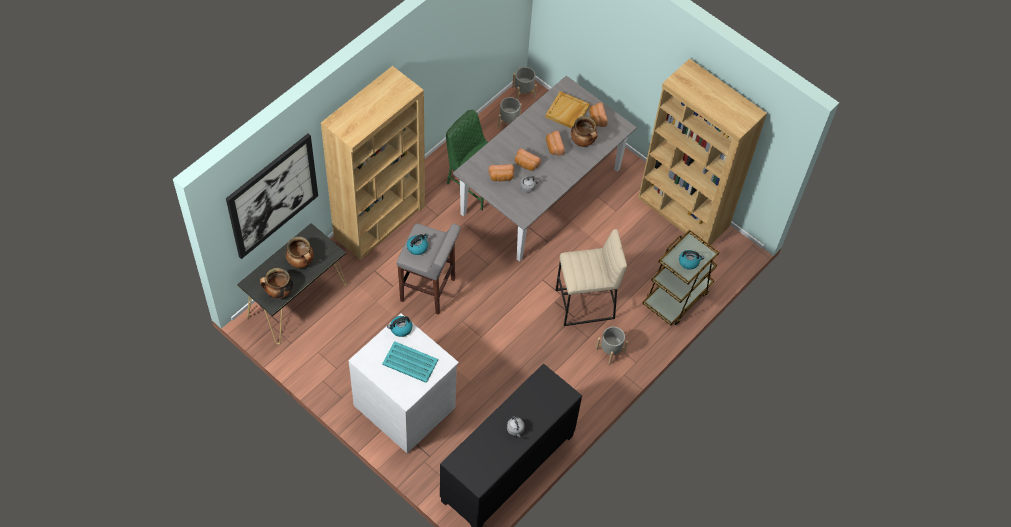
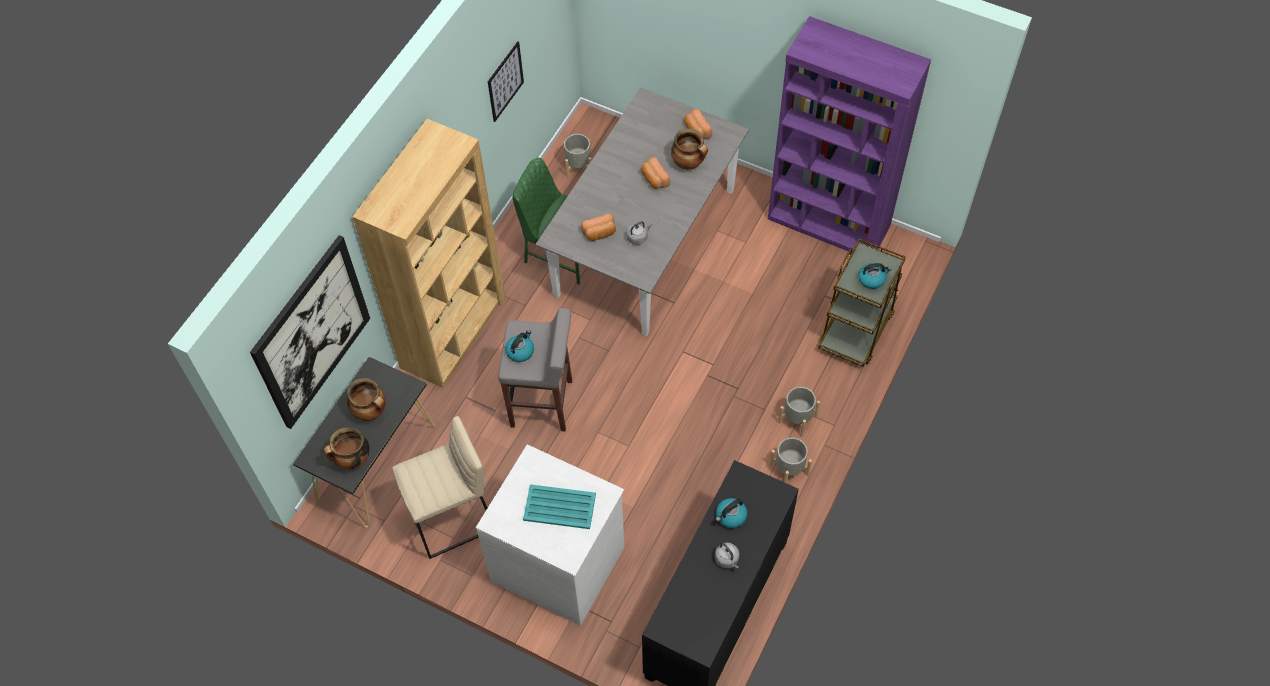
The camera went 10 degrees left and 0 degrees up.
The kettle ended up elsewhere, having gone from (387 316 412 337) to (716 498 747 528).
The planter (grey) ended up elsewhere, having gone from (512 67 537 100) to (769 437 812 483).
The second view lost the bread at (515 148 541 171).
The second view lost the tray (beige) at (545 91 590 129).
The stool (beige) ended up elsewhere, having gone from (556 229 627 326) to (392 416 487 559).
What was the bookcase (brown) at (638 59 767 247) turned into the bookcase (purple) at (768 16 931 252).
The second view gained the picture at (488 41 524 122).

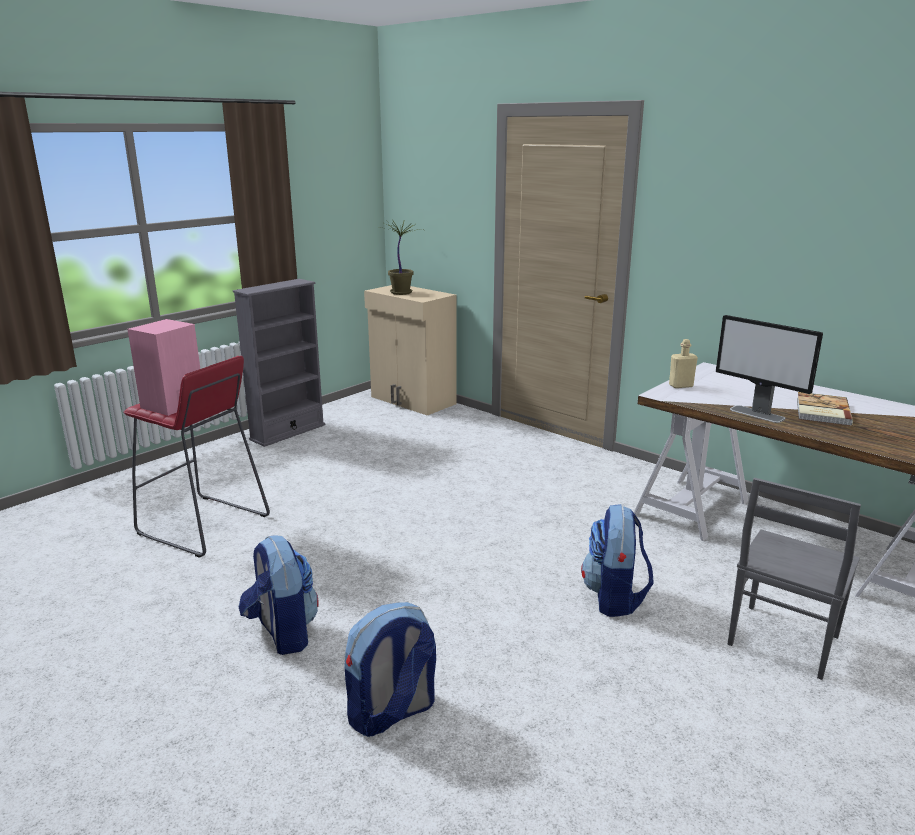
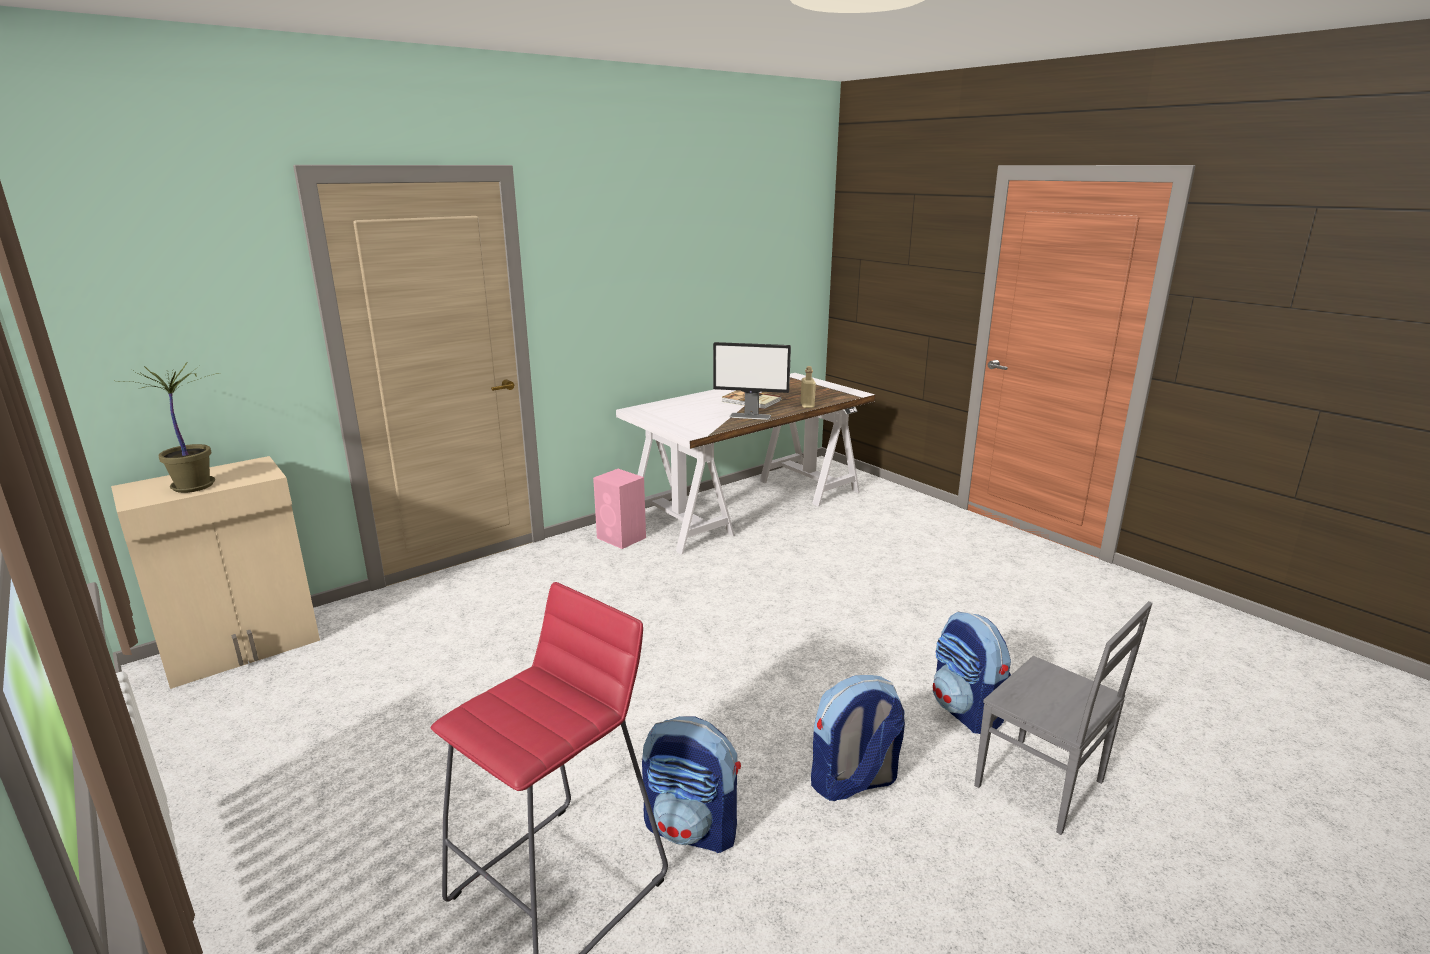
The camera went 80 degrees left and 0 degrees up.
The speaker (pink) ended up elsewhere, having gone from (127 319 200 416) to (593 469 646 549).
The second view lost the bookcase (grey) at (233 279 325 447).
The backpack ended up elsewhere, having gone from (581 504 654 617) to (642 716 741 853).
The bottle (beige) ended up elsewhere, having gone from (669 339 698 388) to (801 366 816 408).
The monitor at (716 315 823 423) ended up facing another way, 45 degrees clockwise from before.
The chair (grey) ended up elsewhere, having gone from (728 478 861 680) to (974 601 1153 835).

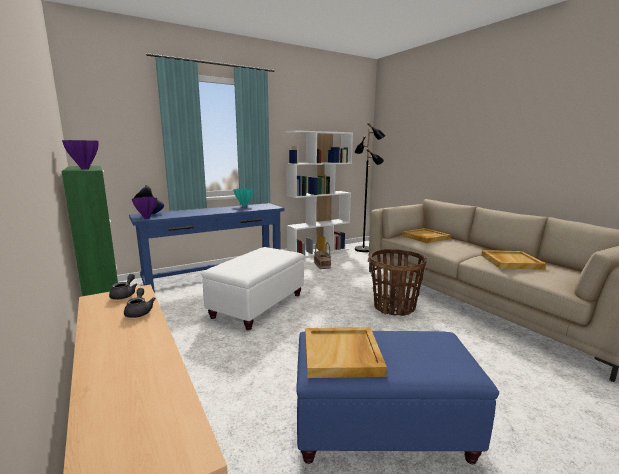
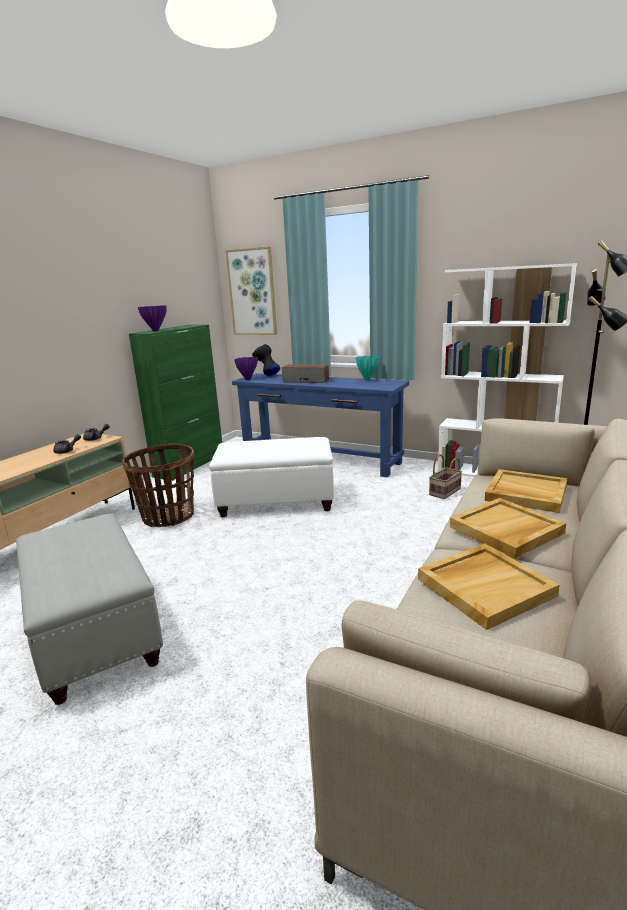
The camera went 60 degrees right and 5 degrees up.
What was the ottoman (blue) at (296 331 499 464) turned into the ottoman (grey) at (16 514 163 705).
The tray (beige) ended up elsewhere, having gone from (305 327 387 378) to (450 498 566 558).
The basket ended up elsewhere, having gone from (369 249 427 316) to (122 444 194 527).
The second view gained the picture at (226 246 277 335).
The second view gained the speaker at (282 364 329 383).

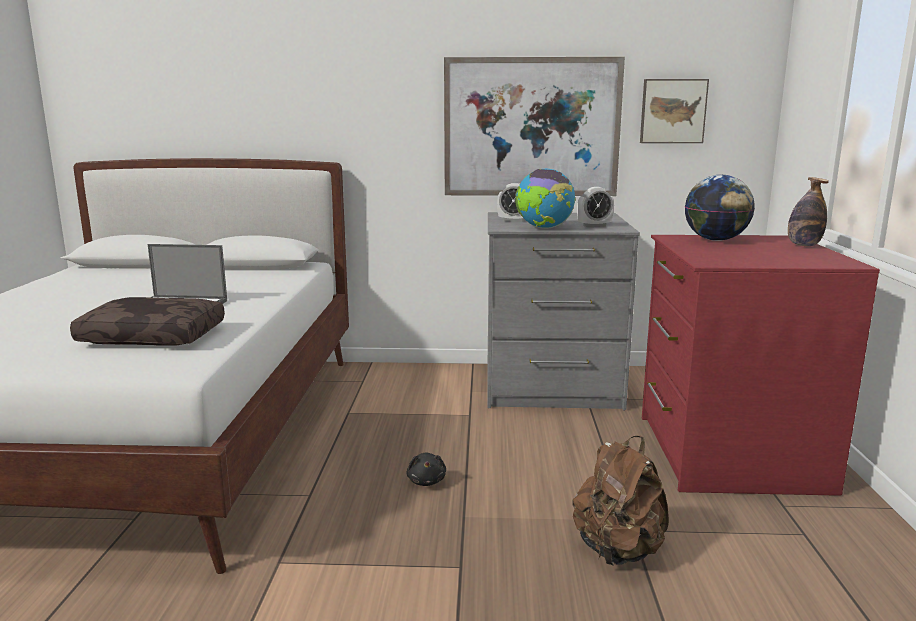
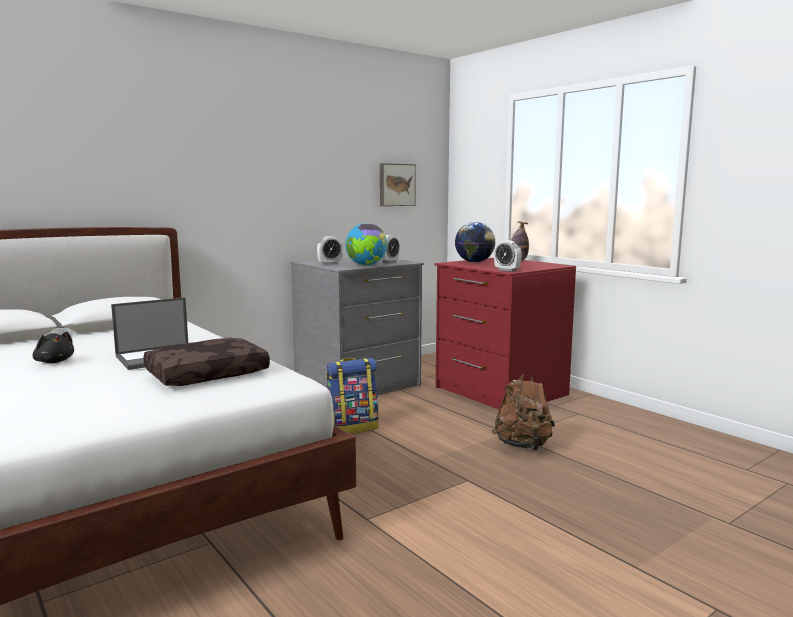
The camera went 40 degrees left and 5 degrees down.
The plush toy (black) ended up elsewhere, having gone from (406 453 446 486) to (32 332 74 363).
The second view lost the picture at (444 57 625 196).
The second view gained the backpack at (326 358 379 434).
The second view gained the alarm clock at (494 240 522 272).

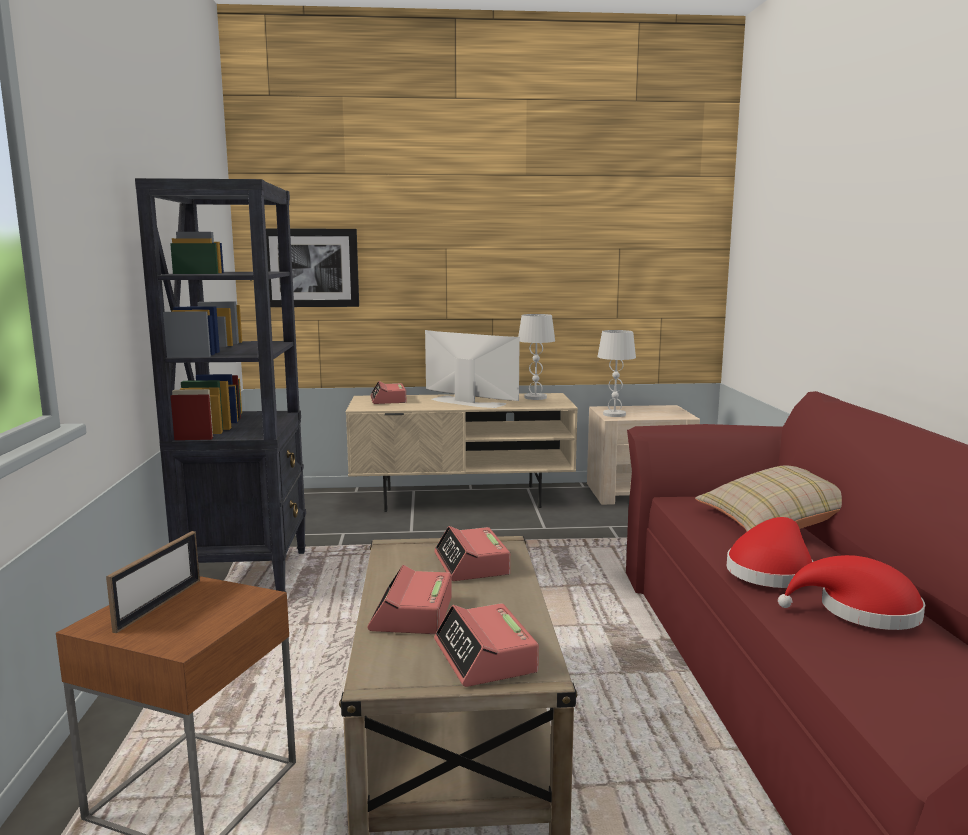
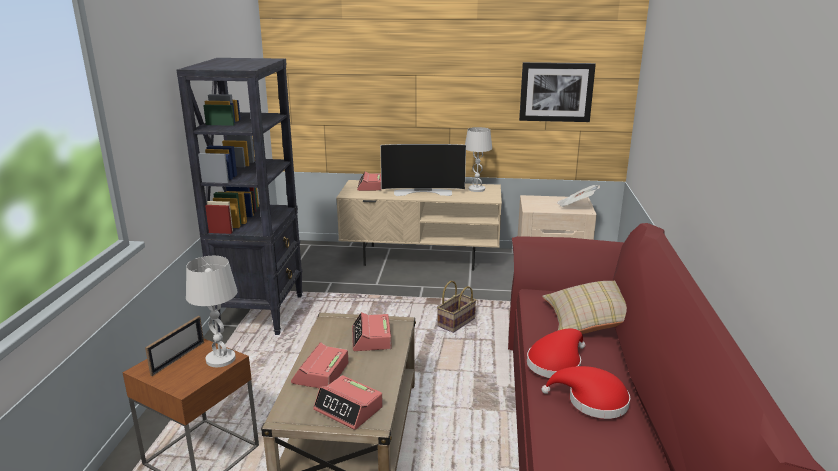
The camera went 10 degrees right and 10 degrees up.
The picture ended up elsewhere, having gone from (266 228 359 307) to (519 62 596 122).
The television at (425 330 520 408) ended up facing another way, 135 degrees clockwise from before.
The alarm clock at (434 603 539 687) ended up facing another way, 45 degrees counterclockwise from before.
The table lamp (white) ended up elsewhere, having gone from (598 330 636 417) to (186 256 237 367).
The second view gained the basket at (437 281 476 333).
The second view gained the newspaper at (557 185 600 207).

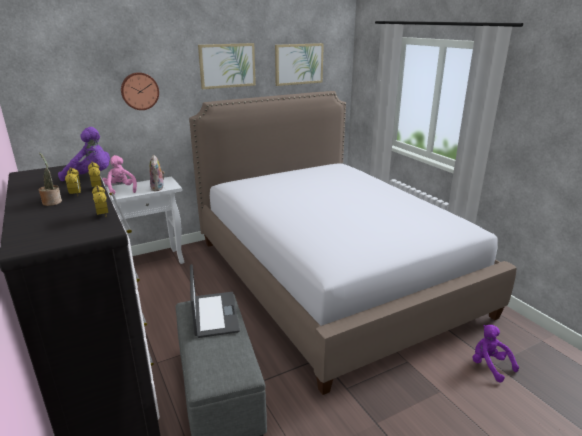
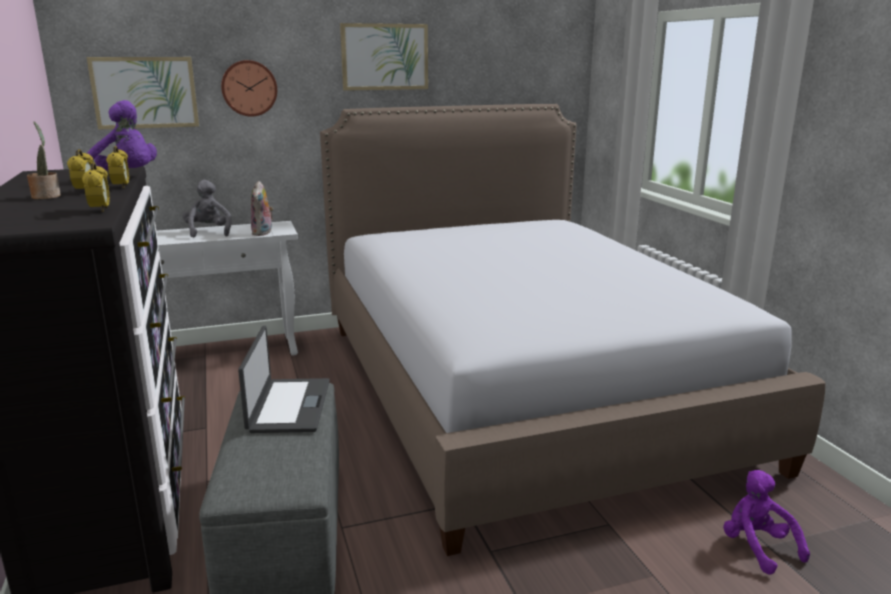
The camera went 10 degrees right and 5 degrees down.
What was the plush toy (pink) at (102 155 137 195) turned into the plush toy (grey) at (182 180 232 238).
The picture ended up elsewhere, having gone from (275 43 324 86) to (86 57 199 130).

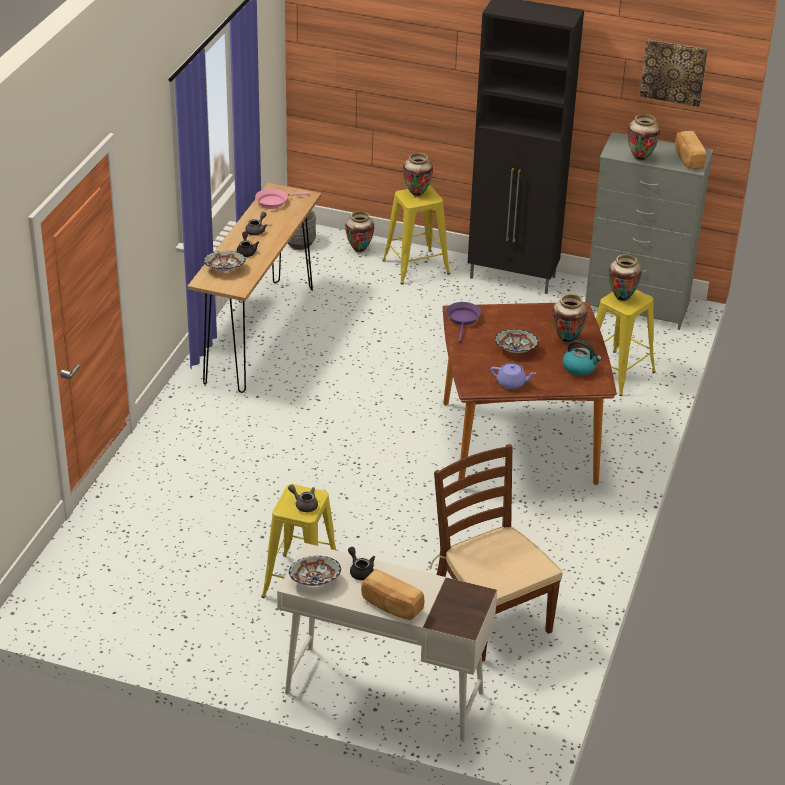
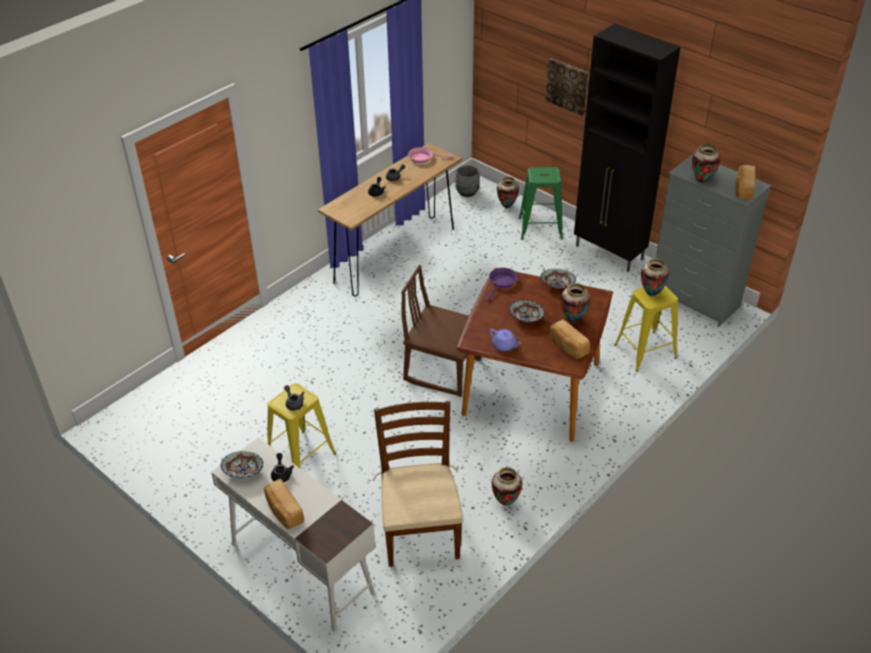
The camera went 25 degrees right and 5 degrees up.
The bowl ended up elsewhere, having gone from (203 251 246 272) to (541 269 576 288).
What was the stool (yellow) at (382 185 450 285) turned into the stool (green) at (519 167 563 240).
The vase ended up elsewhere, having gone from (403 153 433 197) to (492 467 522 506).
Where the kettle stood at (563 340 602 376), the bread came to stand at (549 319 590 359).
The picture ended up elsewhere, having gone from (640 39 708 107) to (545 58 589 115).
The second view gained the chair (brown) at (401 265 481 397).

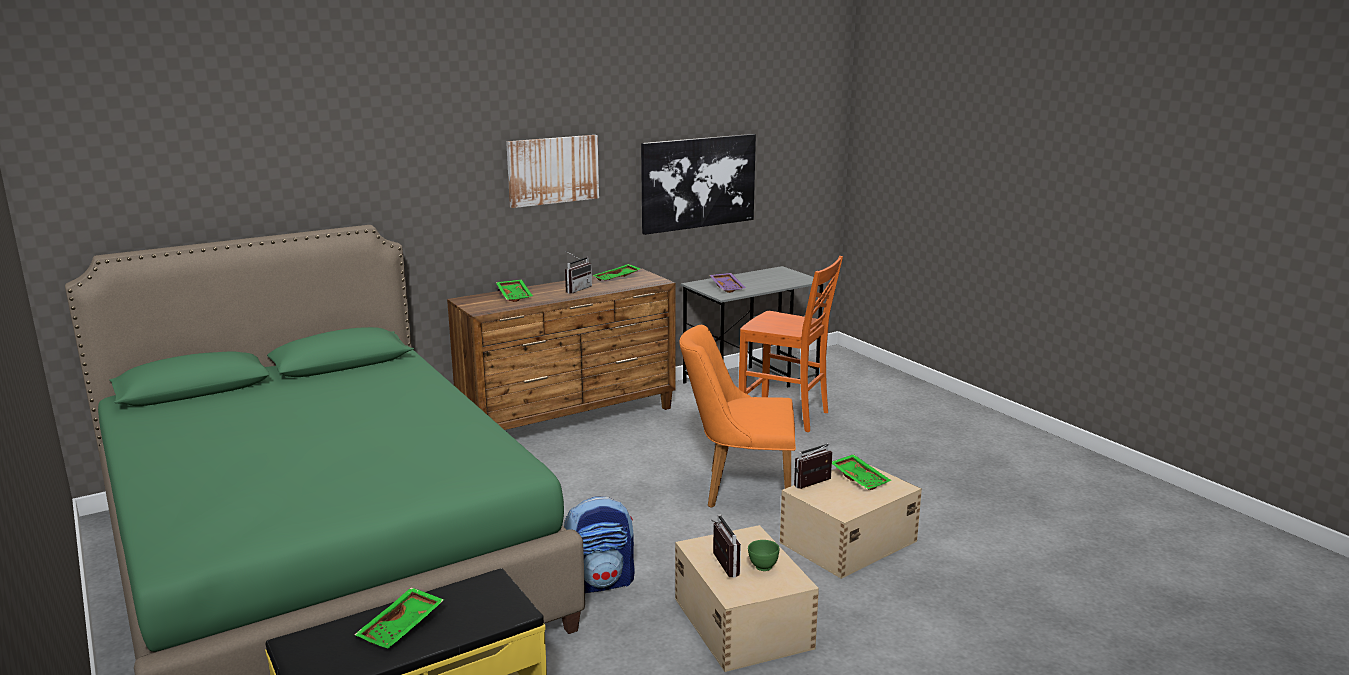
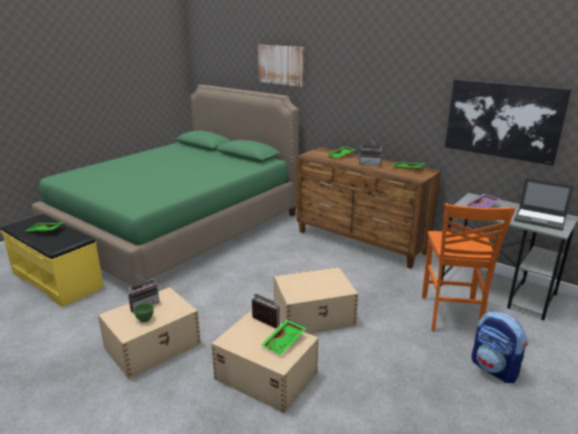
The camera went 70 degrees right and 5 degrees up.
The picture ended up elsewhere, having gone from (506 135 599 208) to (258 45 303 87).
The backpack ended up elsewhere, having gone from (564 496 635 593) to (471 311 528 383).
Where the chair (orange) stood at (679 325 796 508), the storage box (beige) came to stand at (274 267 358 334).
The second view gained the laptop at (514 178 574 231).

